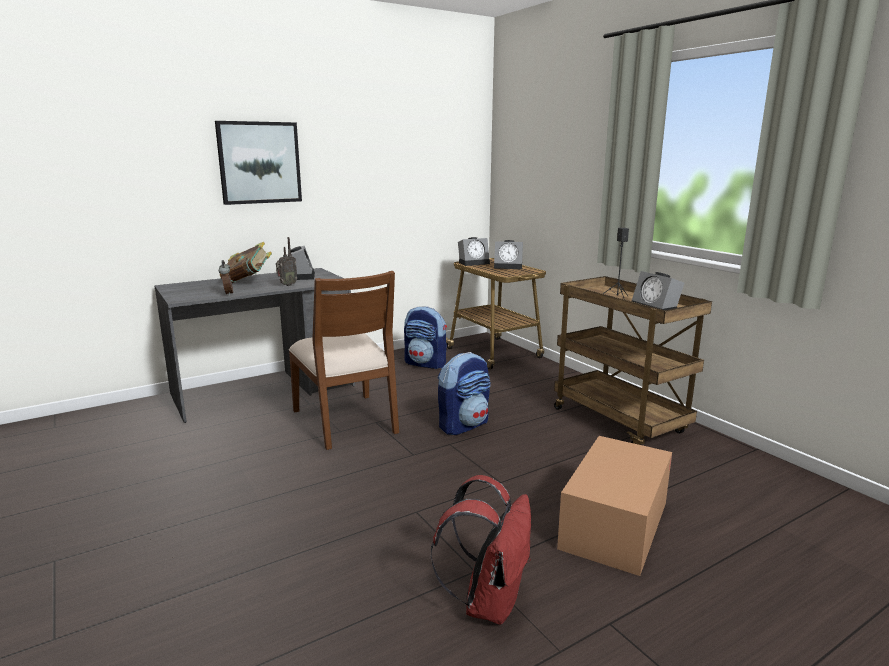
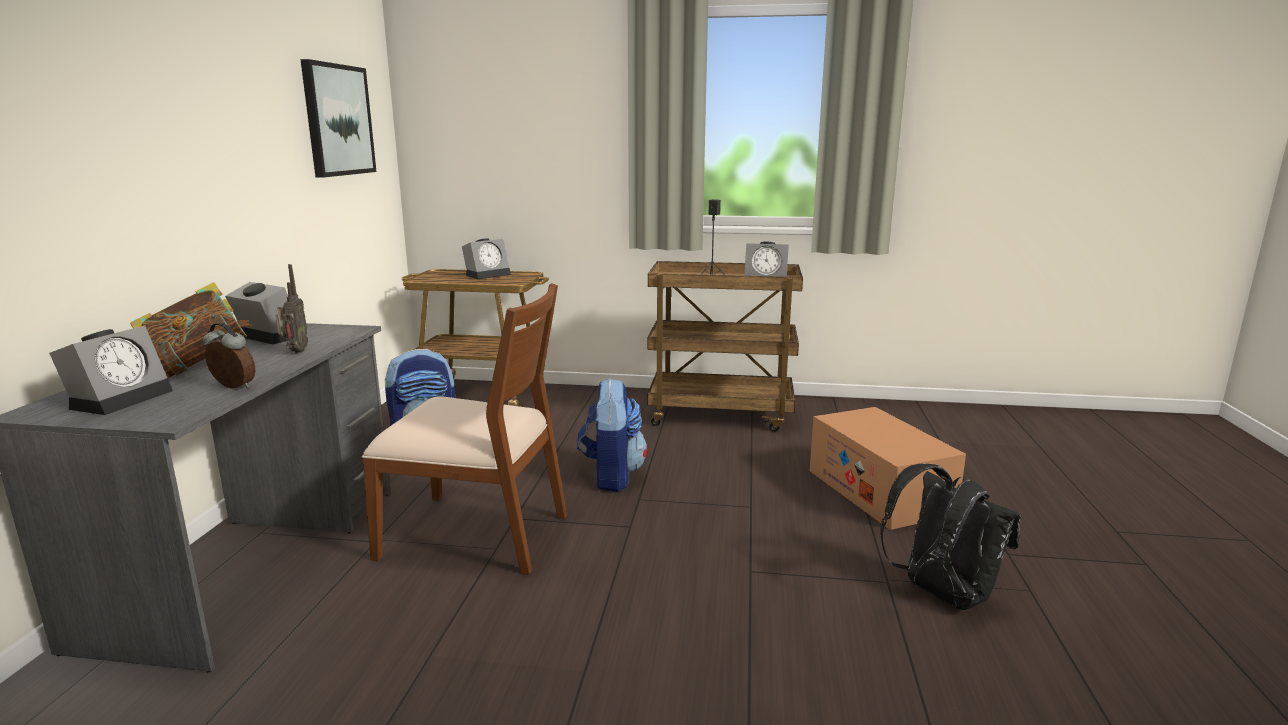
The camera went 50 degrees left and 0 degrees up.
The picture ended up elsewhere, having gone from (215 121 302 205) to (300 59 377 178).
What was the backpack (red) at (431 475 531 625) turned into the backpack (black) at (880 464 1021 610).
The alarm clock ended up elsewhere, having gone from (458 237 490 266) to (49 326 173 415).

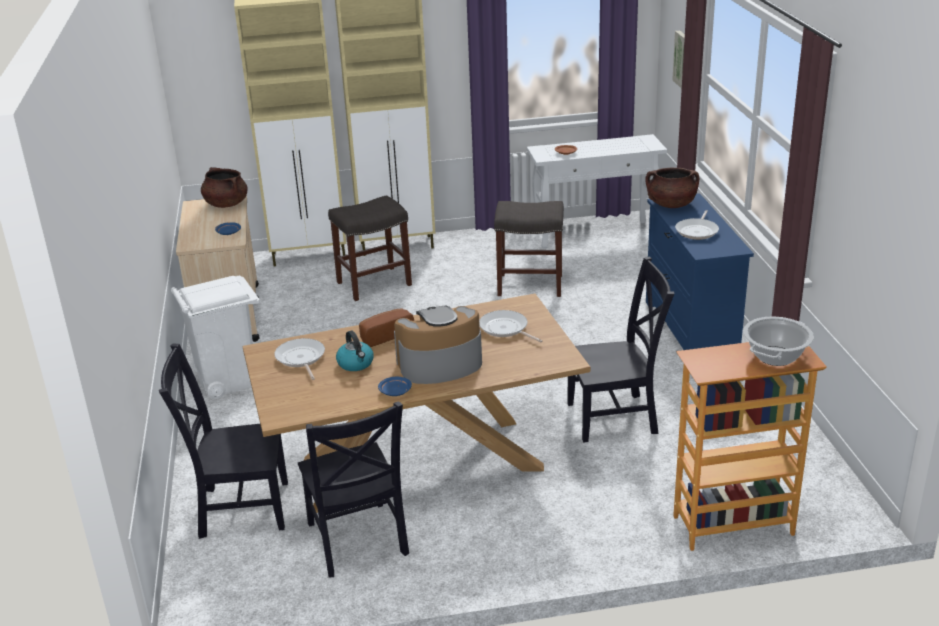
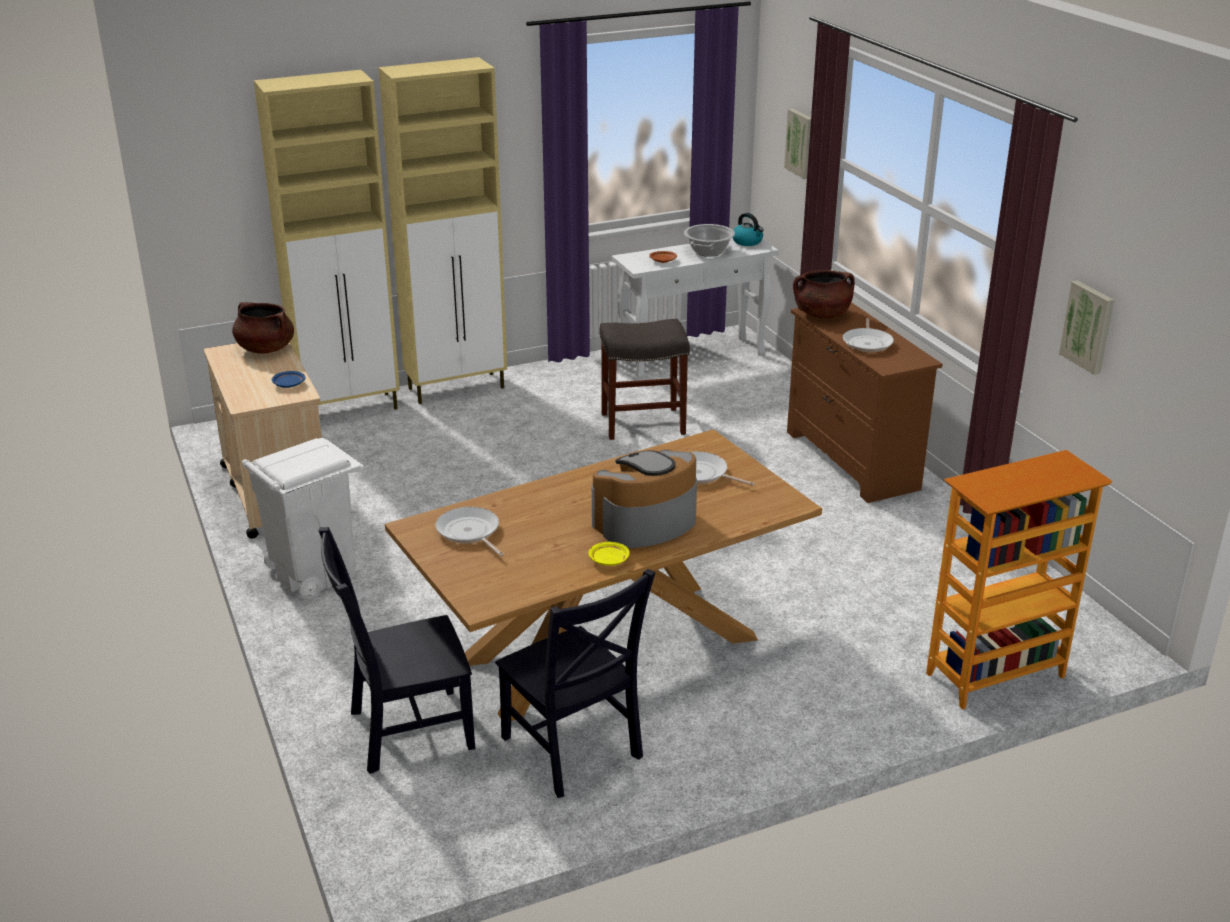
The camera went 15 degrees left and 0 degrees up.
The second view lost the stool (grey) at (328 195 412 301).
The kettle ended up elsewhere, having gone from (336 331 374 371) to (733 213 764 246).
The second view lost the bread at (359 308 414 347).
What was the plate (blue) at (378 377 412 396) turned into the plate (yellow) at (589 542 629 566).
The second view lost the chair (black) at (567 256 674 442).
What was the dresser (blue) at (646 193 754 350) turned into the dresser (brown) at (787 302 943 503).
The cooking pot ended up elsewhere, having gone from (743 316 814 366) to (684 224 735 257).
The second view gained the picture at (1059 281 1114 375).

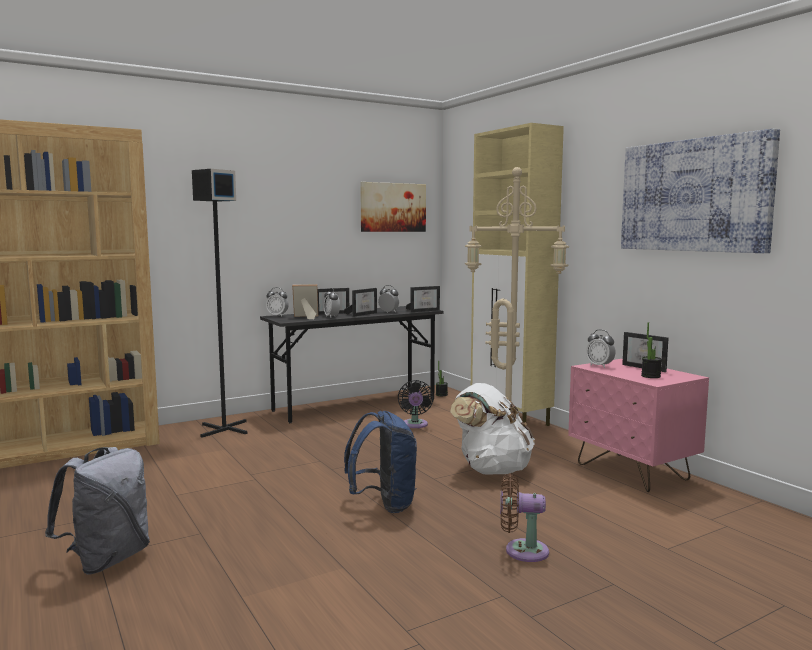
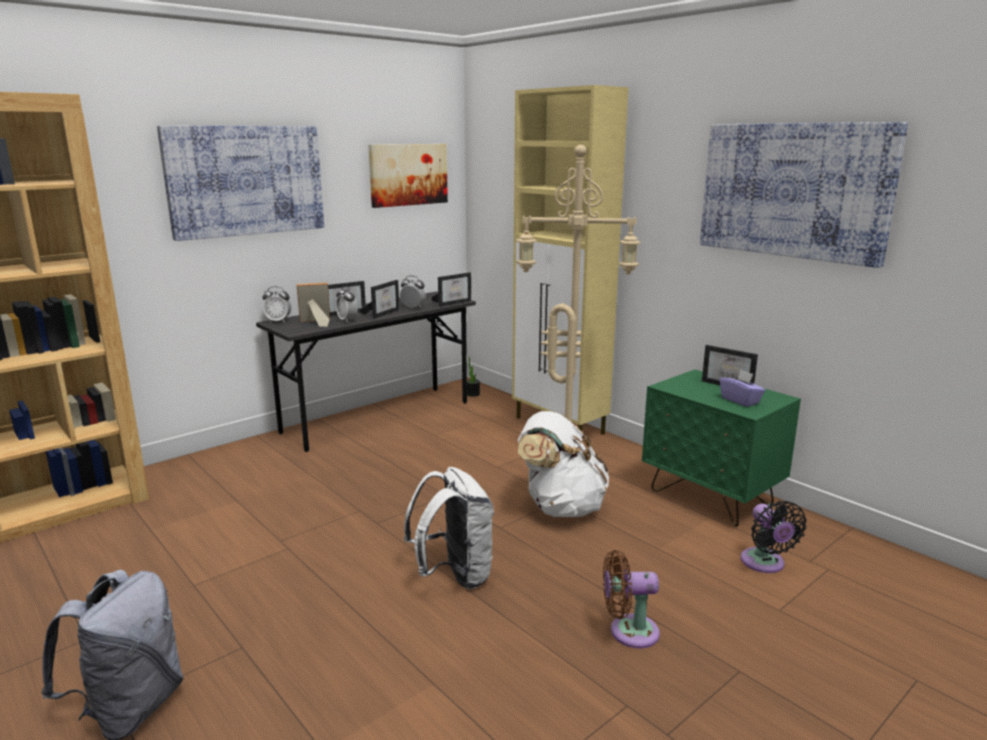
The camera went 10 degrees left and 10 degrees up.
The second view lost the floor lamp (black) at (192 169 247 438).
What was the backpack (blue) at (344 411 417 513) turned into the backpack (white) at (404 467 494 589).
The fan (black) ended up elsewhere, having gone from (398 380 434 428) to (741 501 807 573).
What was the nightstand (pink) at (568 359 709 492) turned into the nightstand (green) at (642 370 801 527).
The second view lost the alarm clock at (586 330 615 368).
Where the potted plant stood at (641 322 662 378), the tissue box (purple) came to stand at (720 370 765 407).
The second view gained the picture at (157 125 324 241).

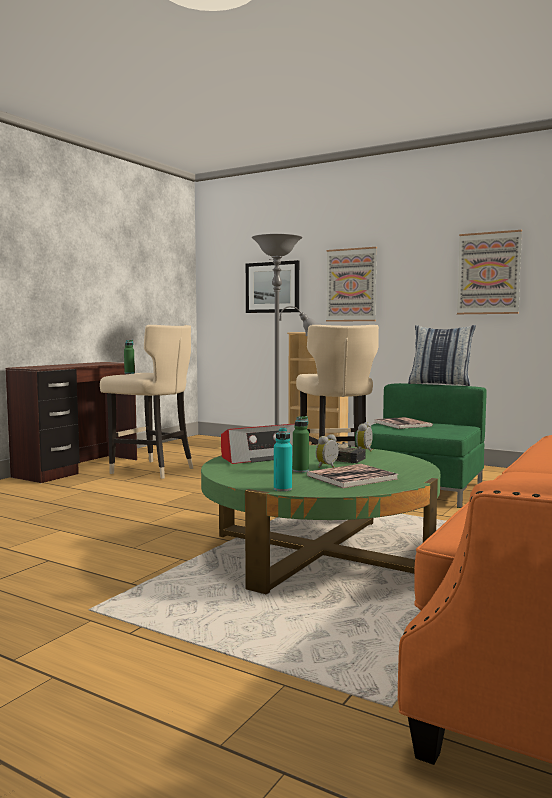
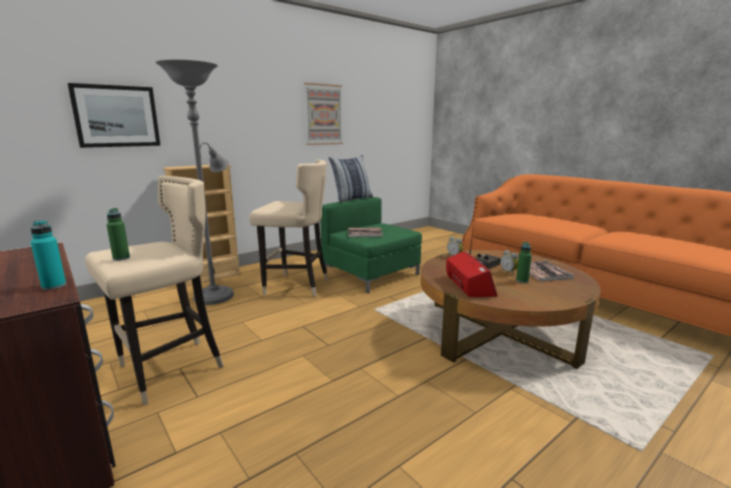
The camera went 70 degrees left and 10 degrees up.
What was the coffee table (green) at (201 445 440 594) turned into the coffee table (brown) at (421 250 601 369).
The bottle (turquoise) ended up elsewhere, having gone from (274 428 292 492) to (30 220 66 290).
The second view lost the picture at (326 247 377 322).

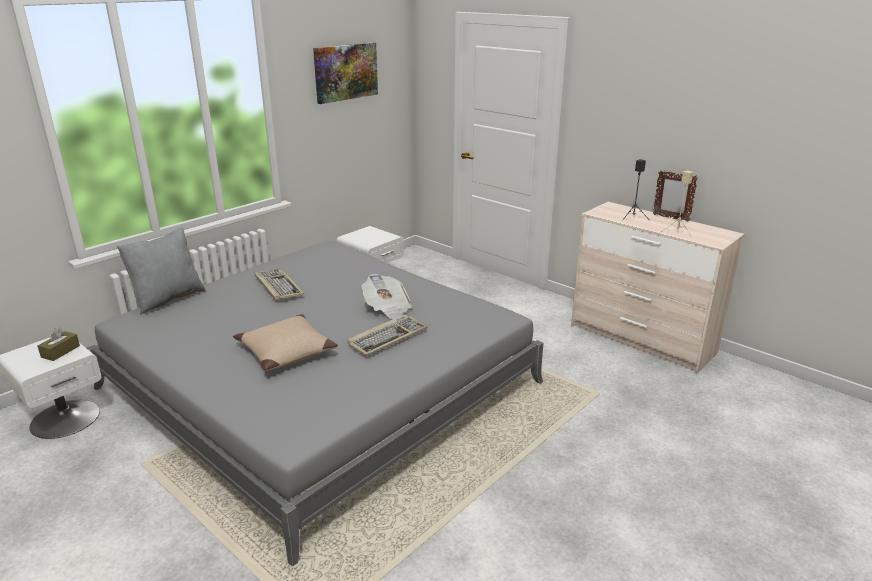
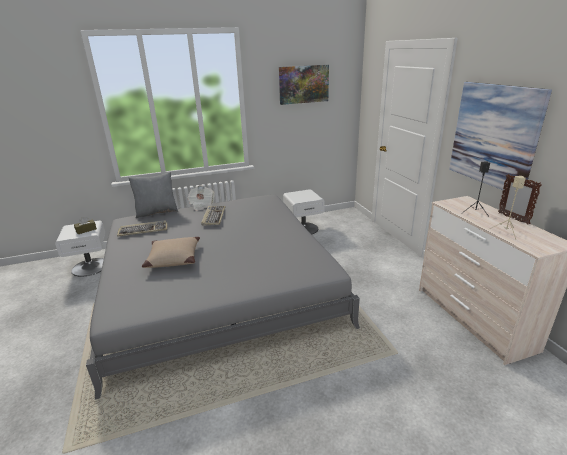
The camera went 30 degrees right and 0 degrees up.
The keyboard ended up elsewhere, having gone from (347 314 428 356) to (117 220 168 237).
The newspaper ended up elsewhere, having gone from (361 274 412 320) to (187 185 214 211).
The second view gained the picture at (449 82 552 190).

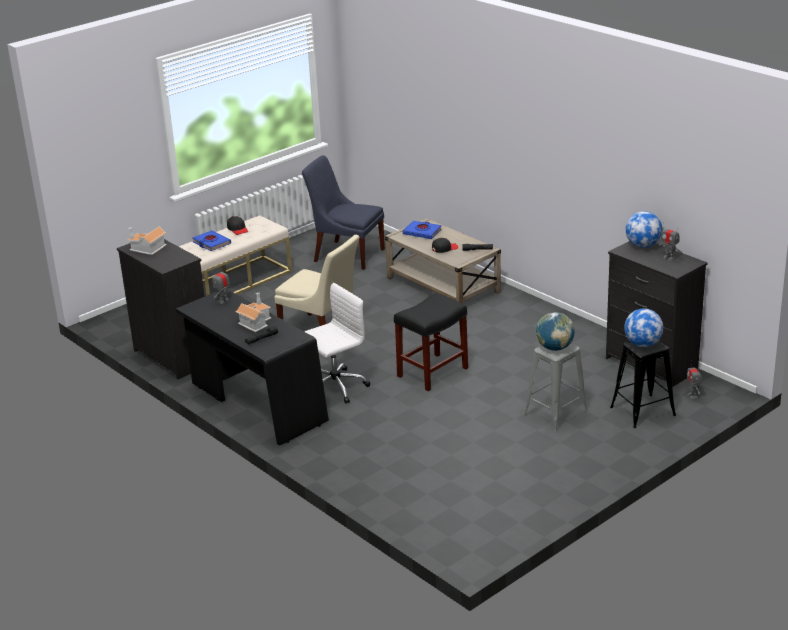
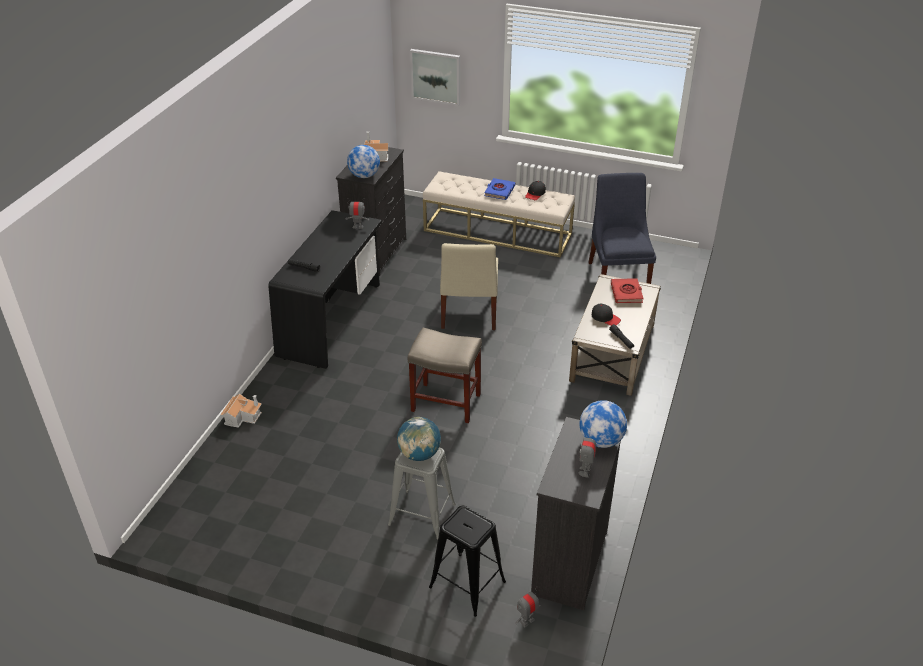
The camera went 60 degrees right and 10 degrees up.
The toy house ended up elsewhere, having gone from (235 292 271 332) to (220 394 262 428).
The second view lost the office chair (white) at (304 283 370 404).
What was the stool (black) at (394 293 468 391) turned into the stool (beige) at (408 328 482 423).
What was the book (blue) at (403 221 442 239) turned into the book (red) at (611 278 644 303).
The globe ended up elsewhere, having gone from (624 308 663 347) to (347 145 380 178).
The second view gained the picture at (410 49 460 106).

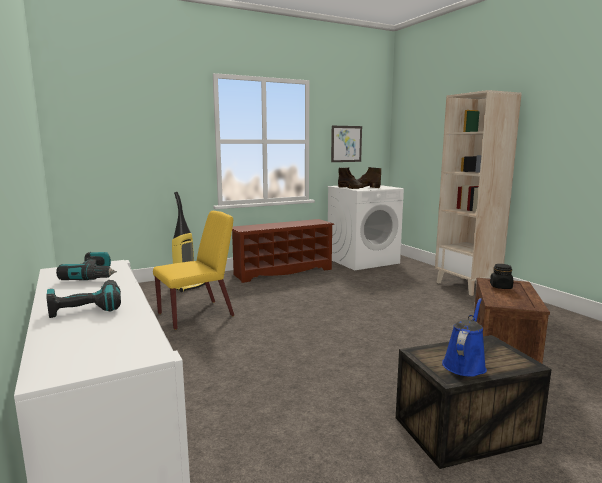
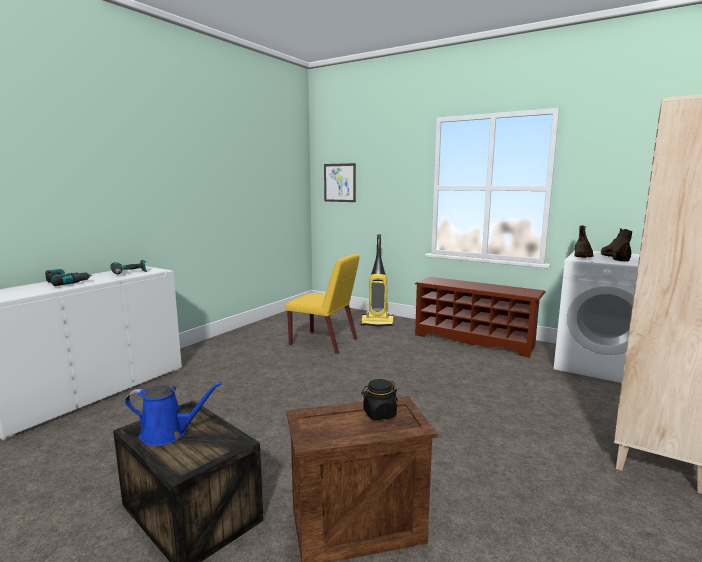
The camera went 60 degrees right and 0 degrees up.
The picture ended up elsewhere, having gone from (331 126 362 162) to (324 163 356 202).

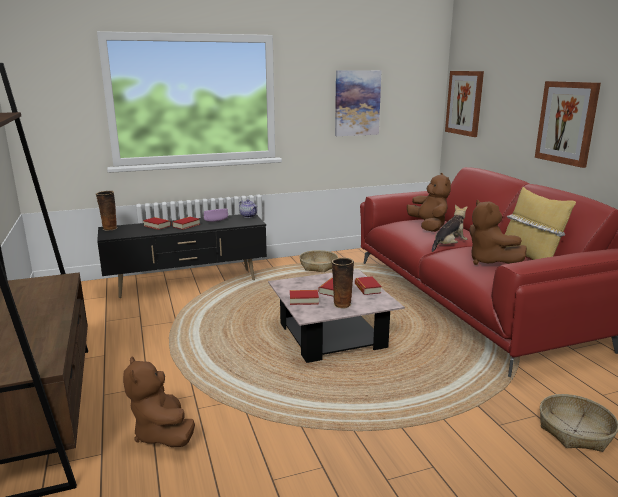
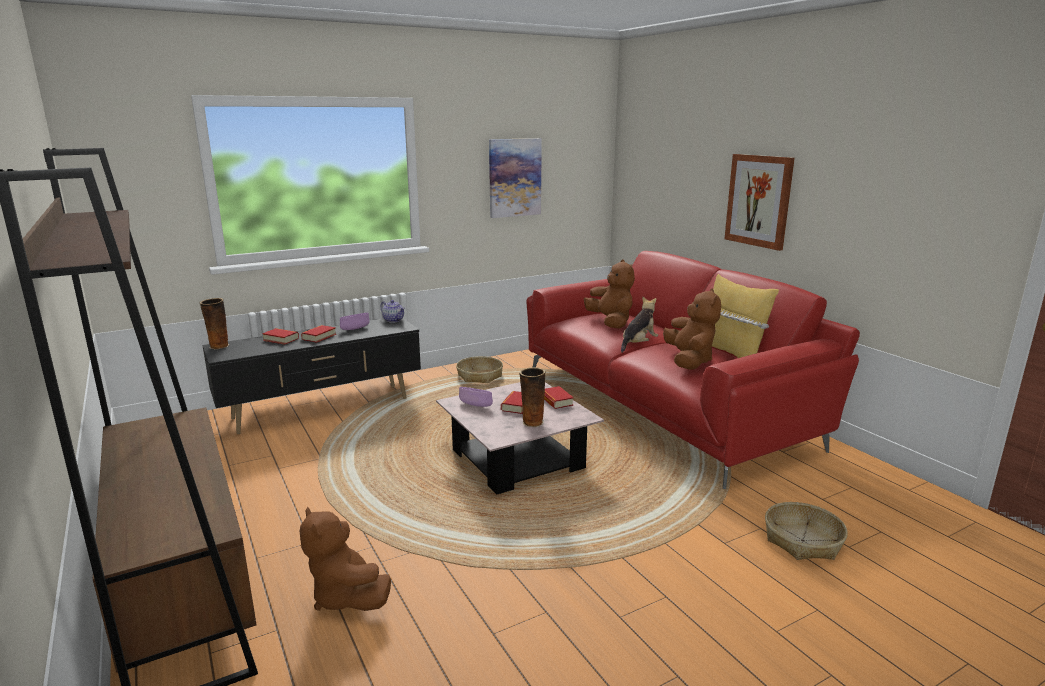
The camera went 10 degrees left and 0 degrees up.
The second view lost the book at (290 290 319 305).
The second view lost the picture at (445 71 484 137).
The plush toy (brown) at (470 200 527 265) ended up facing another way, 150 degrees counterclockwise from before.
The second view gained the bowl (purple) at (459 387 493 407).

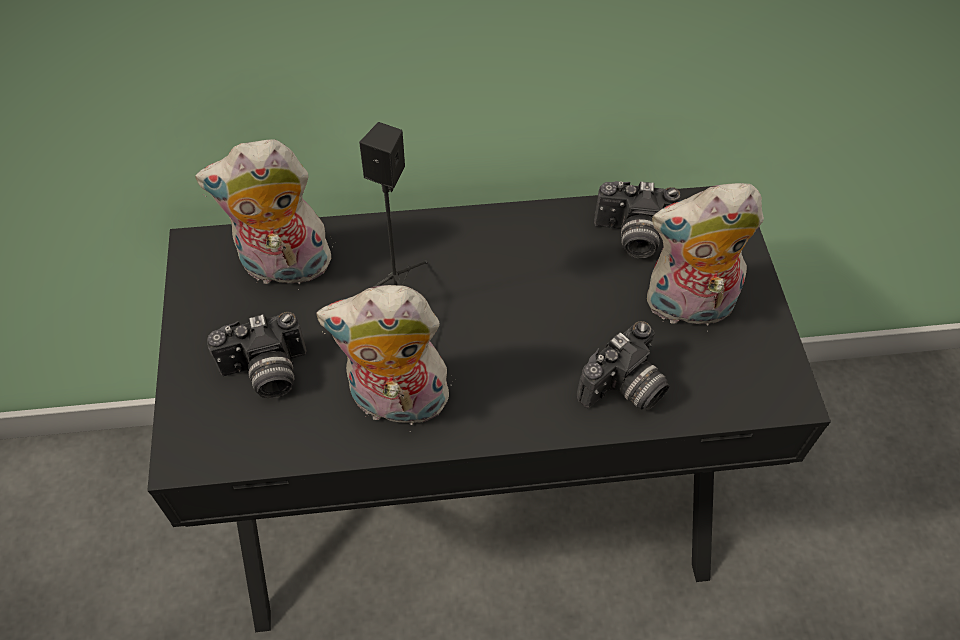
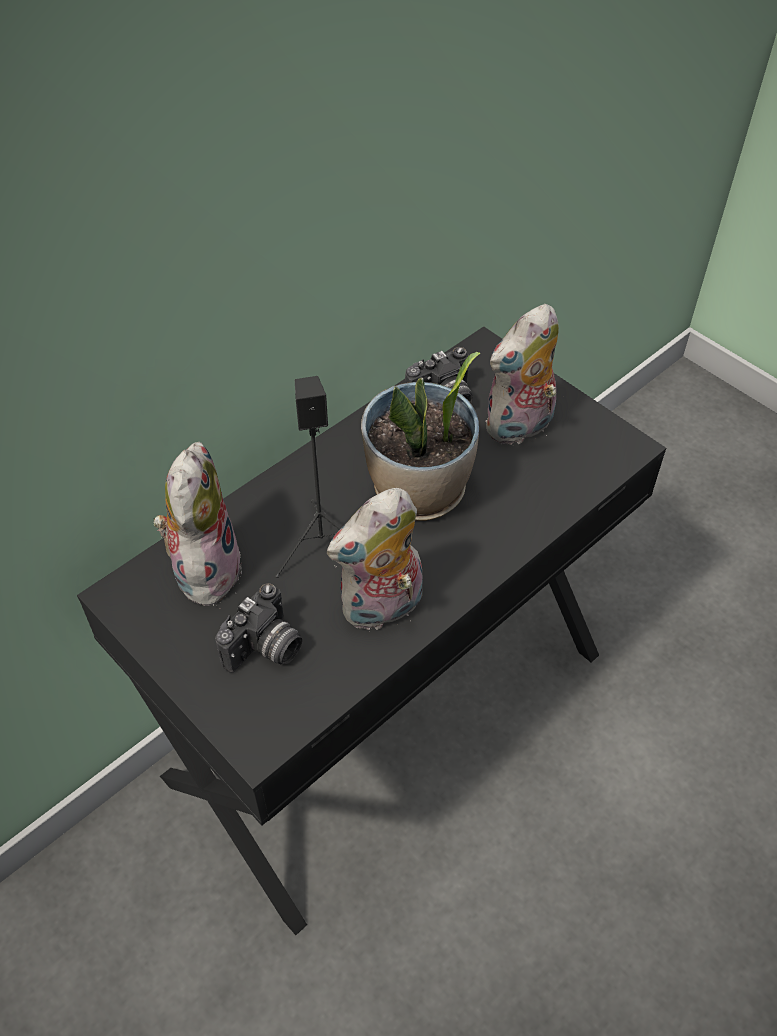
The camera went 35 degrees left and 5 degrees down.
The plush toy at (195 139 333 290) ended up facing another way, 135 degrees clockwise from before.
The second view lost the photo camera at (577 321 669 410).
The second view gained the potted plant at (361 352 480 521).

